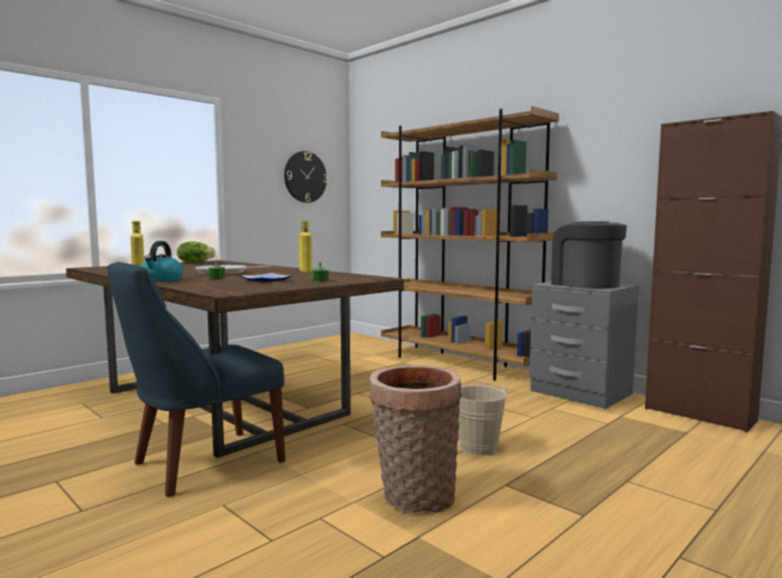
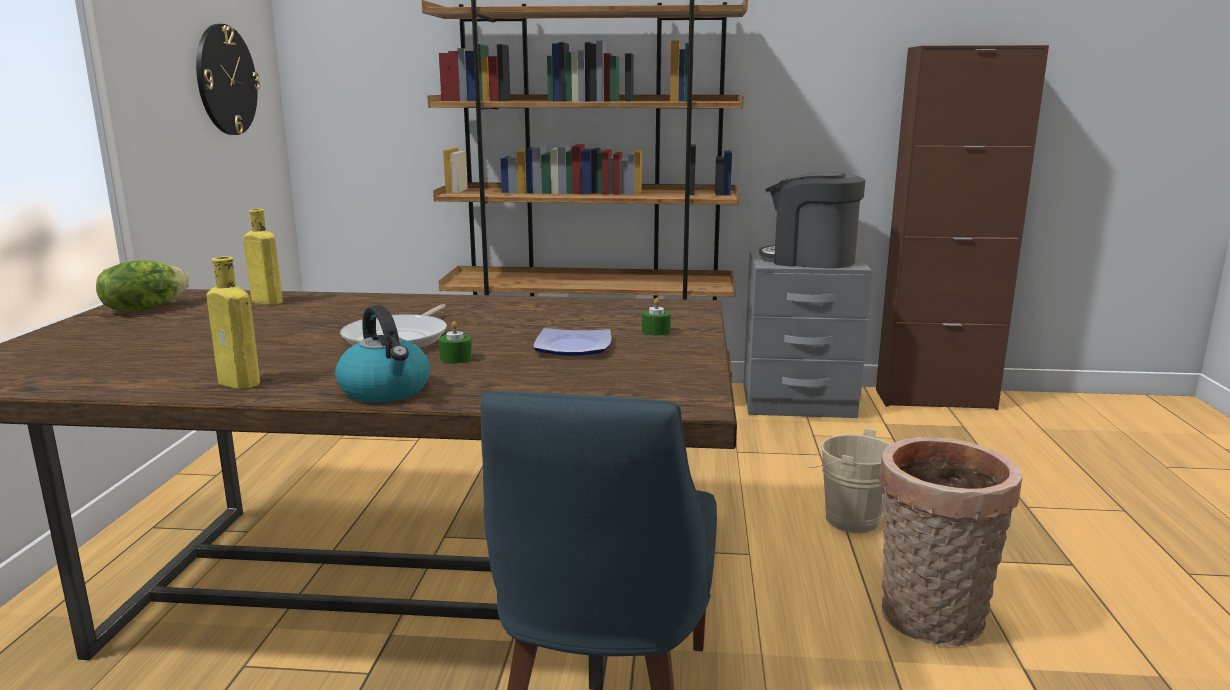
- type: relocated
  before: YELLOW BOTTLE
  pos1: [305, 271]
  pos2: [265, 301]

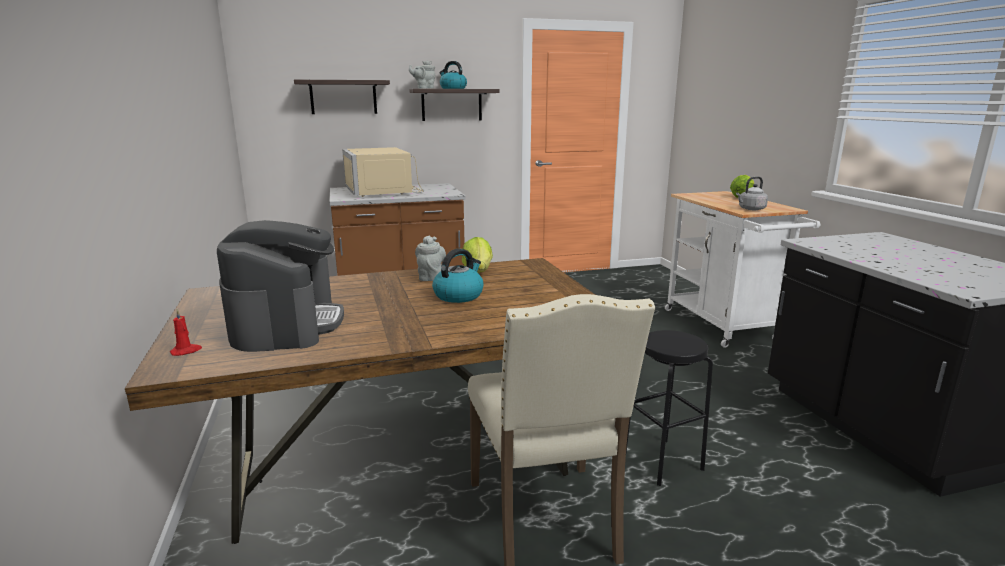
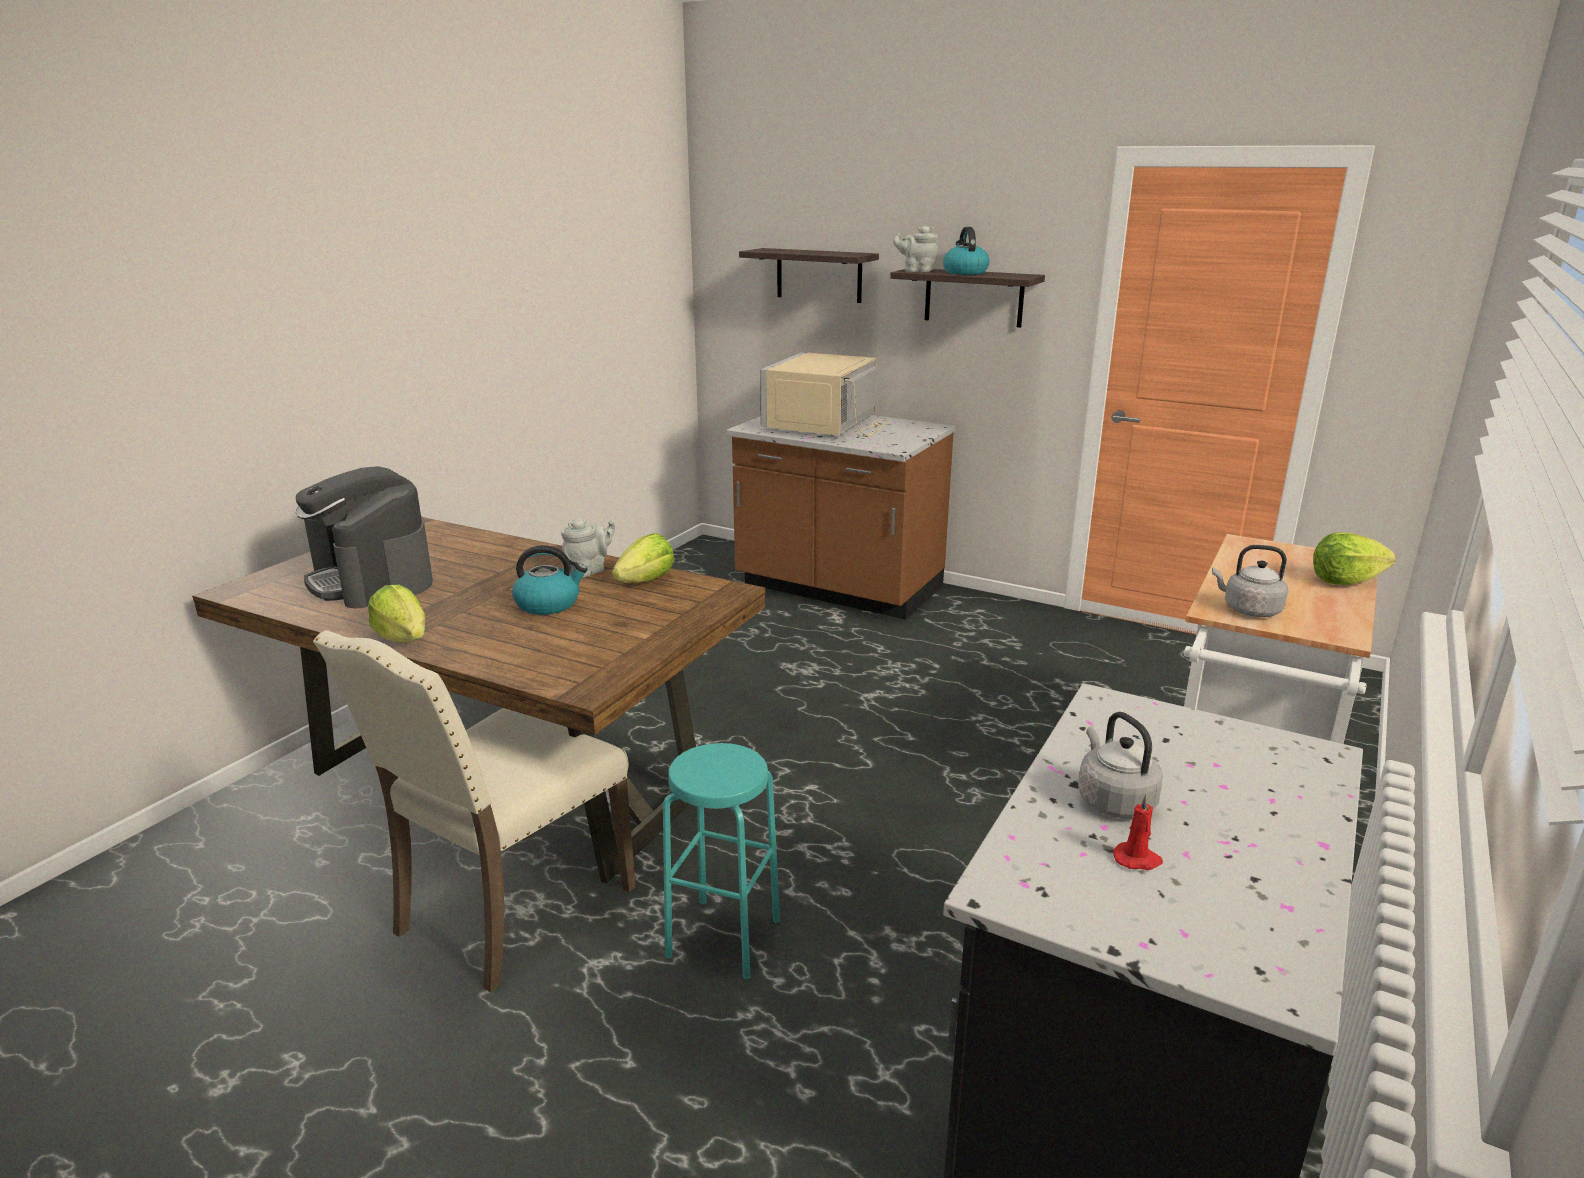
- type: spun
  before: COFFEE MACHINE
  pos1: [286, 324]
  pos2: [372, 580]
  turn: 105
- type: appeared
  after: LETTUCE
  pos2: [403, 638]
- type: colour
  before: BLACK STOOL
  after: TURQUOISE STOOL
  pos1: [662, 461]
  pos2: [723, 938]
- type: appeared
  after: GREY KETTLE
  pos2: [1113, 800]
- type: relocated
  before: RED CANDLE
  pos1: [186, 351]
  pos2: [1137, 859]

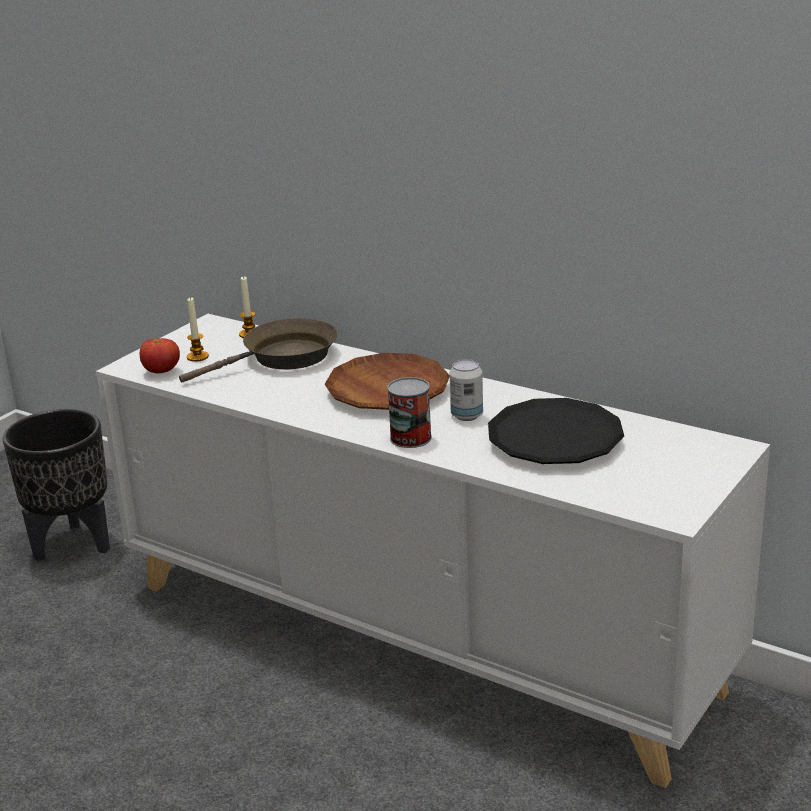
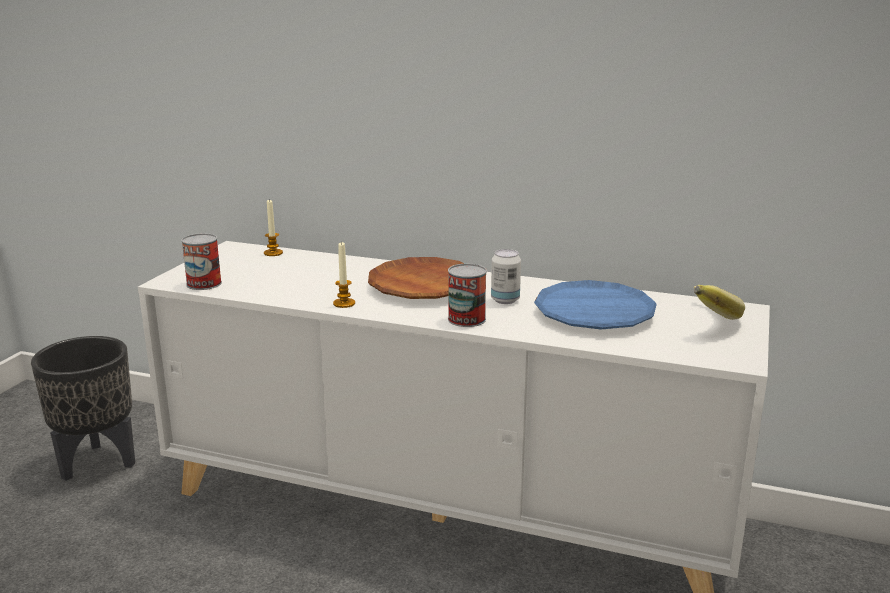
- type: exchanged
  before: TOMATO
  after: CAN
  pos1: [162, 372]
  pos2: [204, 284]
- type: relocated
  before: CANDLE
  pos1: [197, 357]
  pos2: [344, 303]
- type: colour
  before: BLACK PLATE
  after: BLUE PLATE
  pos1: [555, 440]
  pos2: [594, 313]
- type: appeared
  after: BANANA
  pos2: [704, 319]
- type: missing
  before: BROWN FRYING PAN
  pos1: [283, 358]

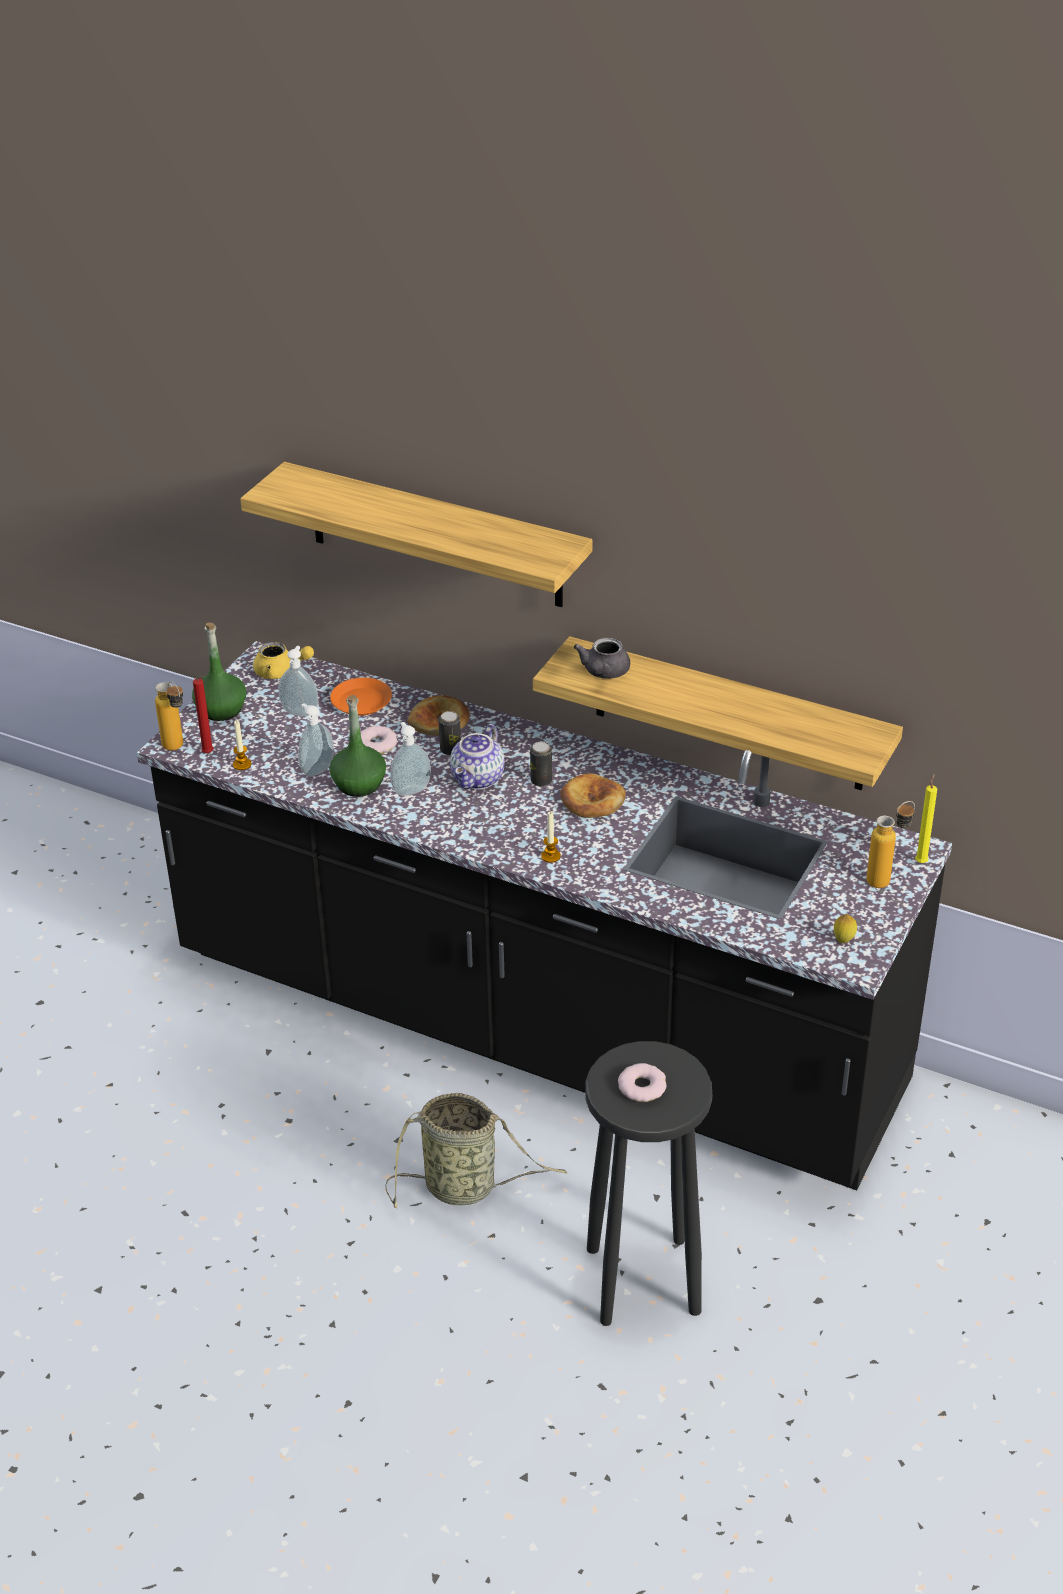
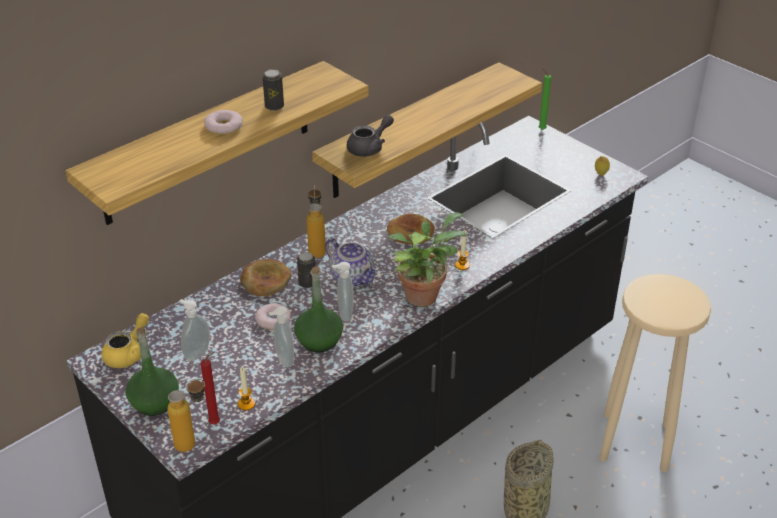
- type: relocated
  before: DONUT
  pos1: [642, 1086]
  pos2: [223, 126]
- type: relocated
  before: CAN
  pos1: [541, 780]
  pos2: [274, 106]
- type: relocated
  before: BOTTLE
  pos1: [886, 879]
  pos2: [317, 249]
- type: spun
  before: GREY TEAPOT
  pos1: [603, 673]
  pos2: [370, 148]
  turn: -75
- type: appeared
  after: POTTED PLANT
  pos2: [423, 294]
- type: colour
  before: YELLOW CANDLE
  after: GREEN CANDLE
  pos1: [921, 861]
  pos2: [541, 129]
- type: colour
  before: BLACK STOOL
  after: BEIGE STOOL
  pos1: [643, 1281]
  pos2: [636, 442]
- type: missing
  before: ORANGE PLATE
  pos1: [361, 702]

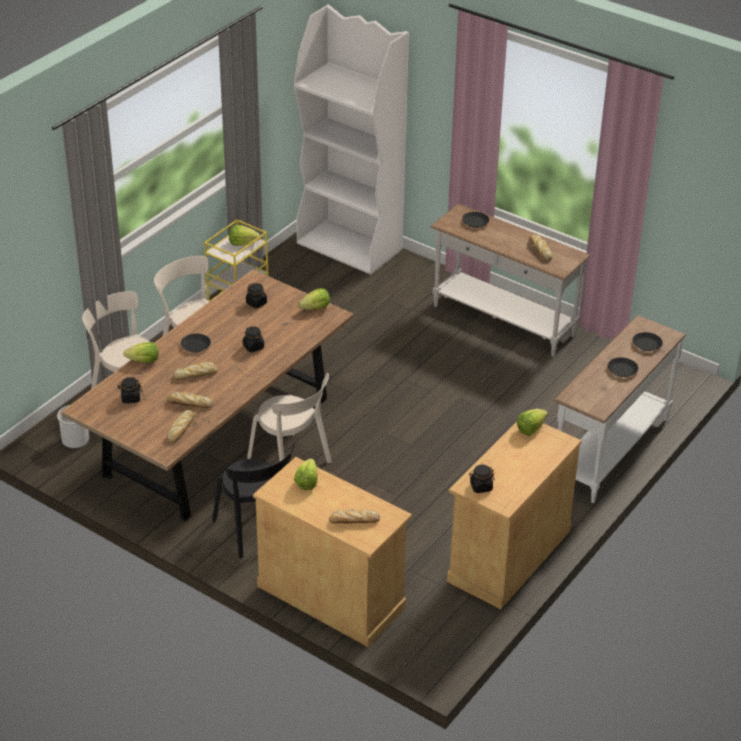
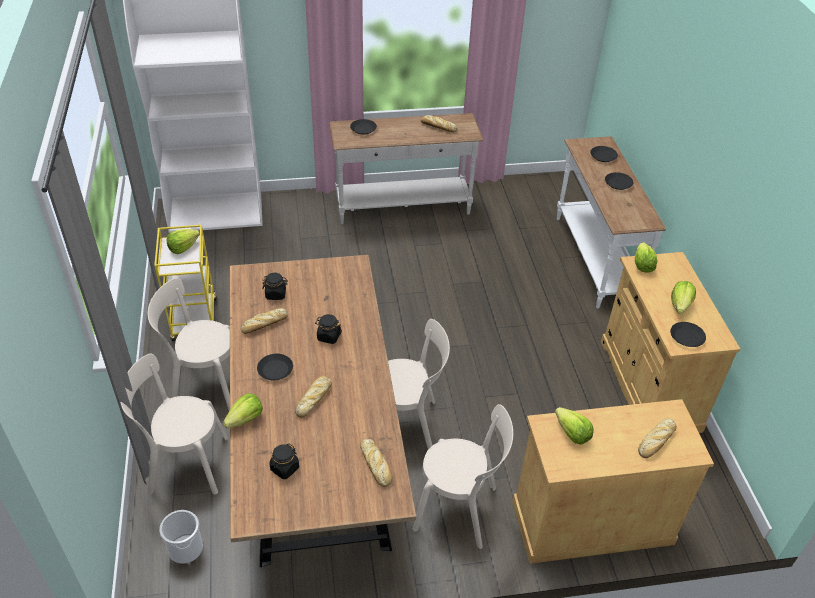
- type: relocated
  before: BREAD
  pos1: [189, 403]
  pos2: [264, 324]
- type: colour
  before: BLACK CHAIR
  after: BEIGE CHAIR
  pos1: [256, 530]
  pos2: [460, 510]
- type: exchanged
  before: BLACK JAR
  after: BLACK PLATE
  pos1: [481, 487]
  pos2: [686, 337]
- type: relocated
  before: LETTUCE
  pos1: [315, 308]
  pos2: [680, 305]

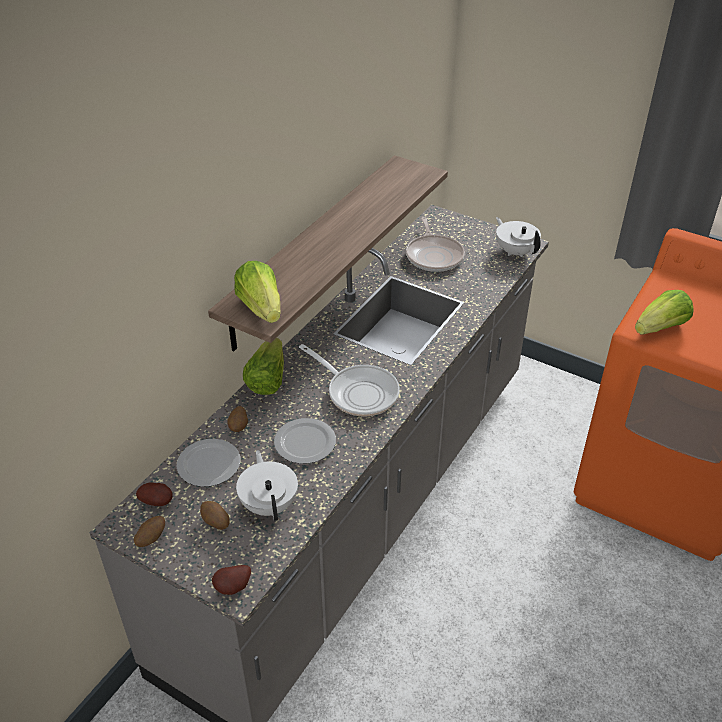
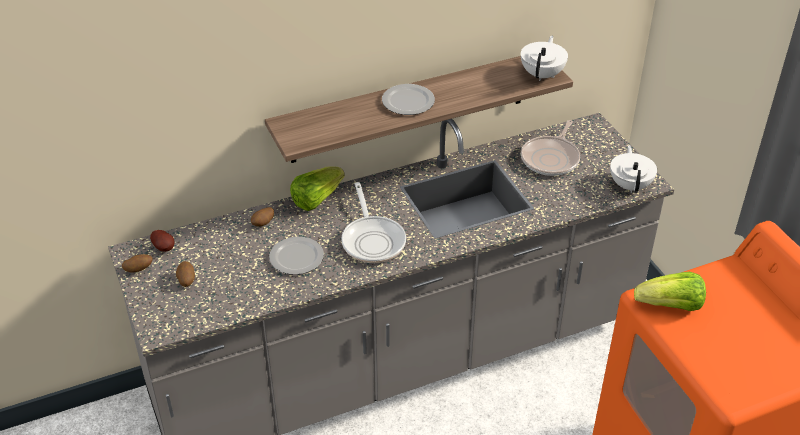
- type: relocated
  before: PLATE
  pos1: [209, 465]
  pos2: [408, 102]
- type: relocated
  before: WHITE TEAPOT
  pos1: [269, 504]
  pos2: [542, 74]
- type: missing
  before: POTATO
  pos1: [234, 588]
- type: missing
  before: LETTUCE
  pos1: [261, 308]

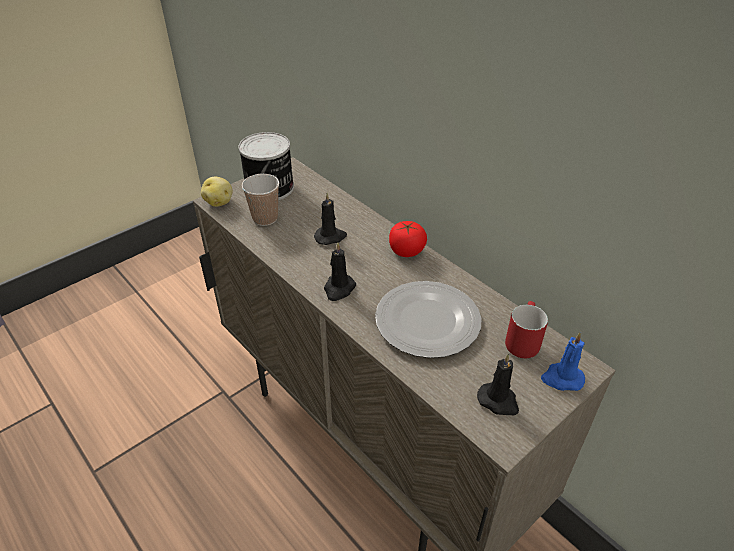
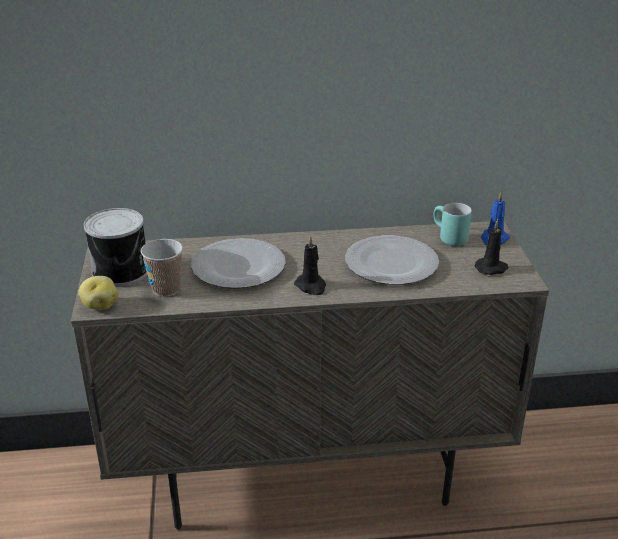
- type: exchanged
  before: BLACK CANDLE
  after: PLATE
  pos1: [330, 237]
  pos2: [240, 267]
- type: colour
  before: RED MUG
  after: TURQUOISE MUG
  pos1: [520, 340]
  pos2: [447, 238]
- type: missing
  before: TOMATO
  pos1: [406, 251]

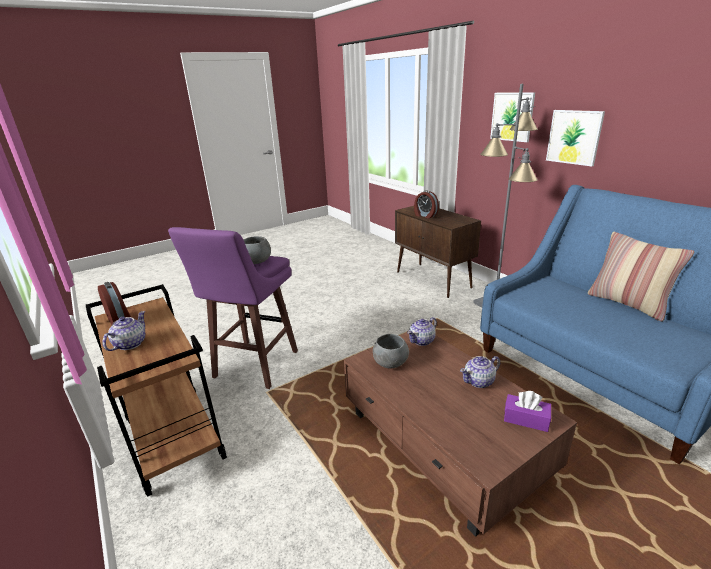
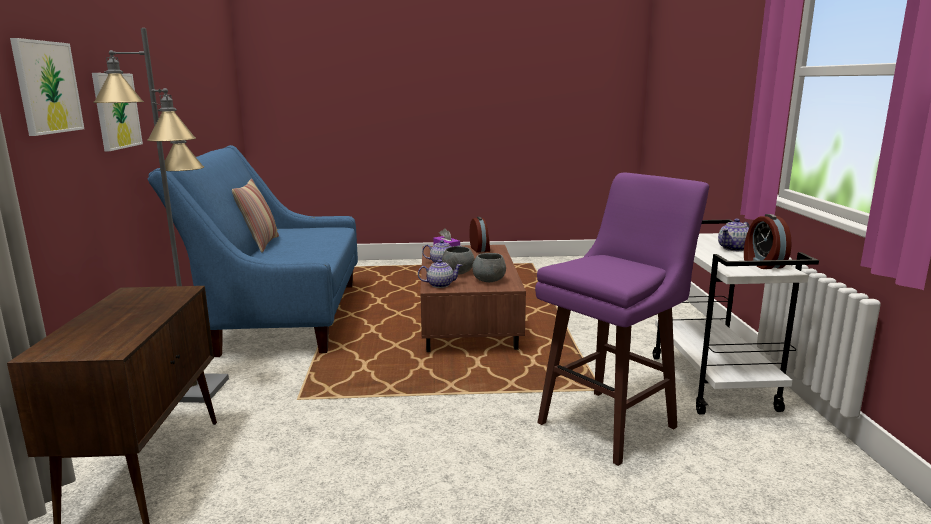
- type: relocated
  before: GREY BOWL
  pos1: [257, 261]
  pos2: [457, 273]
- type: relocated
  before: ALARM CLOCK
  pos1: [425, 215]
  pos2: [480, 249]
- type: colour
  before: BROWN CART
  after: WHITE CART
  pos1: [173, 438]
  pos2: [713, 383]

